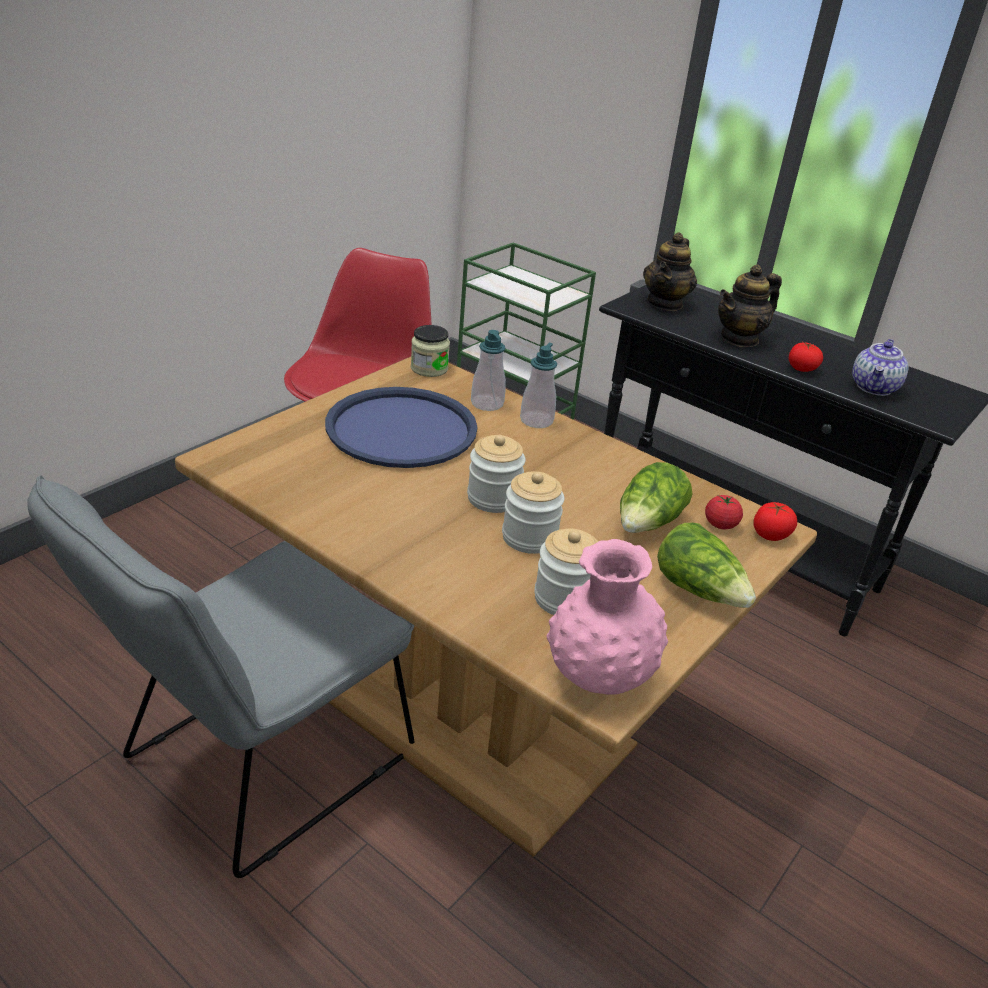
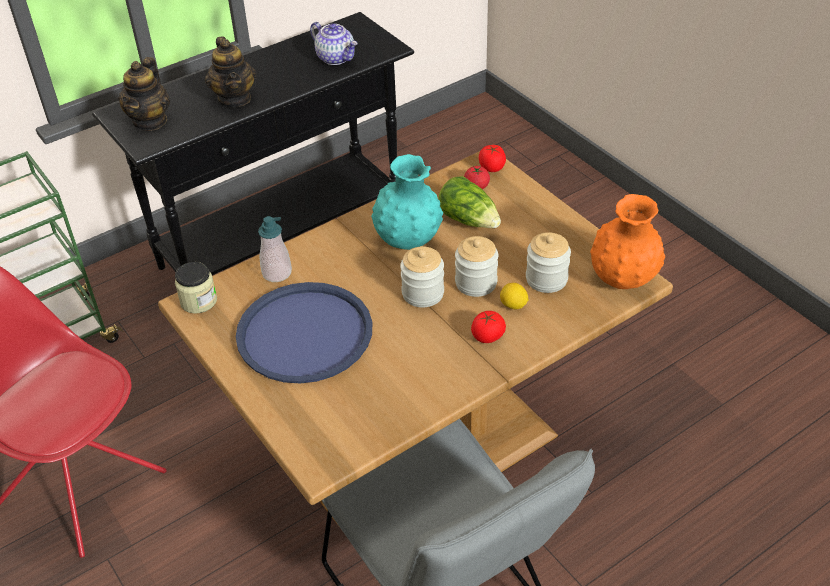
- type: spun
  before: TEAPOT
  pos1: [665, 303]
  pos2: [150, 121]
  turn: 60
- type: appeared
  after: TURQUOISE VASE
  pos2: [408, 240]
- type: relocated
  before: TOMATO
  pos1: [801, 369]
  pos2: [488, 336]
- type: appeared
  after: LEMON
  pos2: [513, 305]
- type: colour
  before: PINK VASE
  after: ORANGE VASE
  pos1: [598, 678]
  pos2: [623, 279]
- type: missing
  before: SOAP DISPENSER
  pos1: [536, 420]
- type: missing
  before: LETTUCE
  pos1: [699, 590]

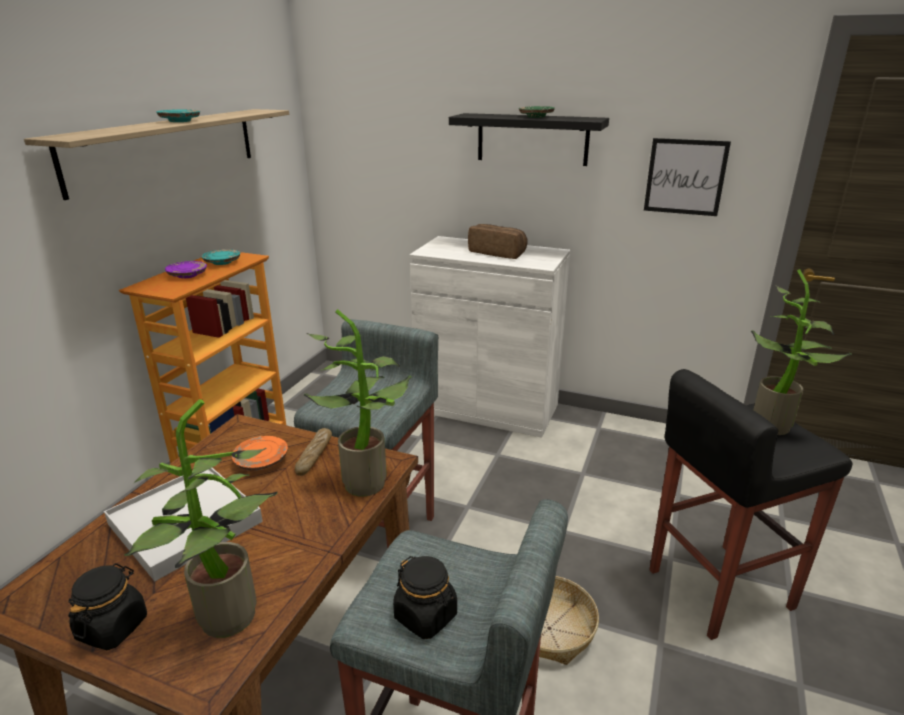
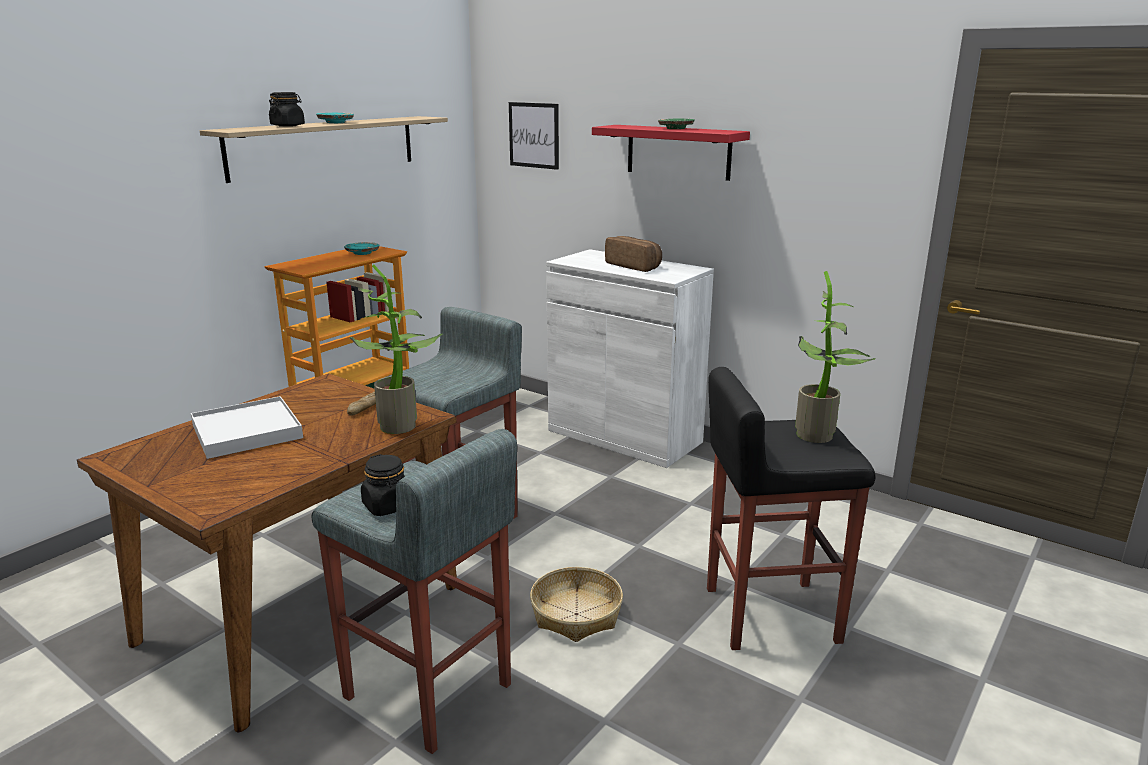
- type: relocated
  before: BLACK JAR
  pos1: [113, 627]
  pos2: [288, 126]
- type: relocated
  before: PICTURE
  pos1: [685, 177]
  pos2: [534, 135]
- type: colour
  before: BLACK SHELF
  after: RED SHELF
  pos1: [532, 139]
  pos2: [678, 152]
- type: missing
  before: POTTED PLANT
  pos1: [224, 623]
- type: missing
  before: PURPLE PLATE
  pos1: [187, 275]
- type: missing
  before: ORANGE PLATE
  pos1: [261, 461]

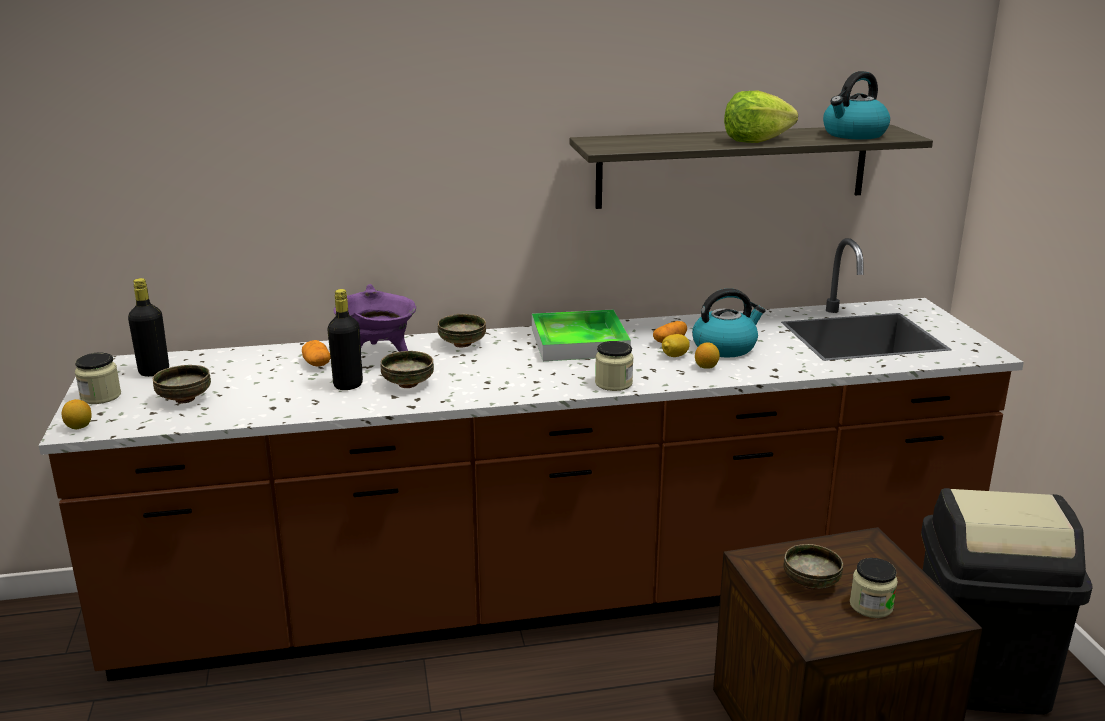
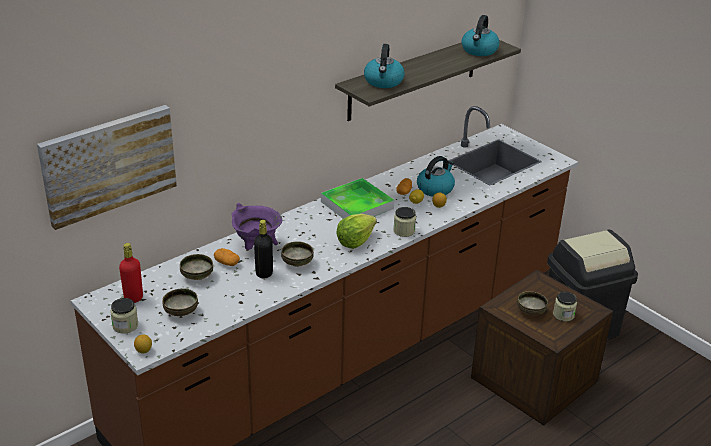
- type: appeared
  after: PICTURE
  pos2: [108, 164]
- type: colour
  before: BLACK BOTTLE
  after: RED BOTTLE
  pos1: [154, 372]
  pos2: [133, 298]
- type: relocated
  before: BOWL
  pos1: [462, 344]
  pos2: [196, 276]
- type: relocated
  before: LETTUCE
  pos1: [755, 140]
  pos2: [355, 241]
- type: appeared
  after: KETTLE
  pos2: [383, 82]

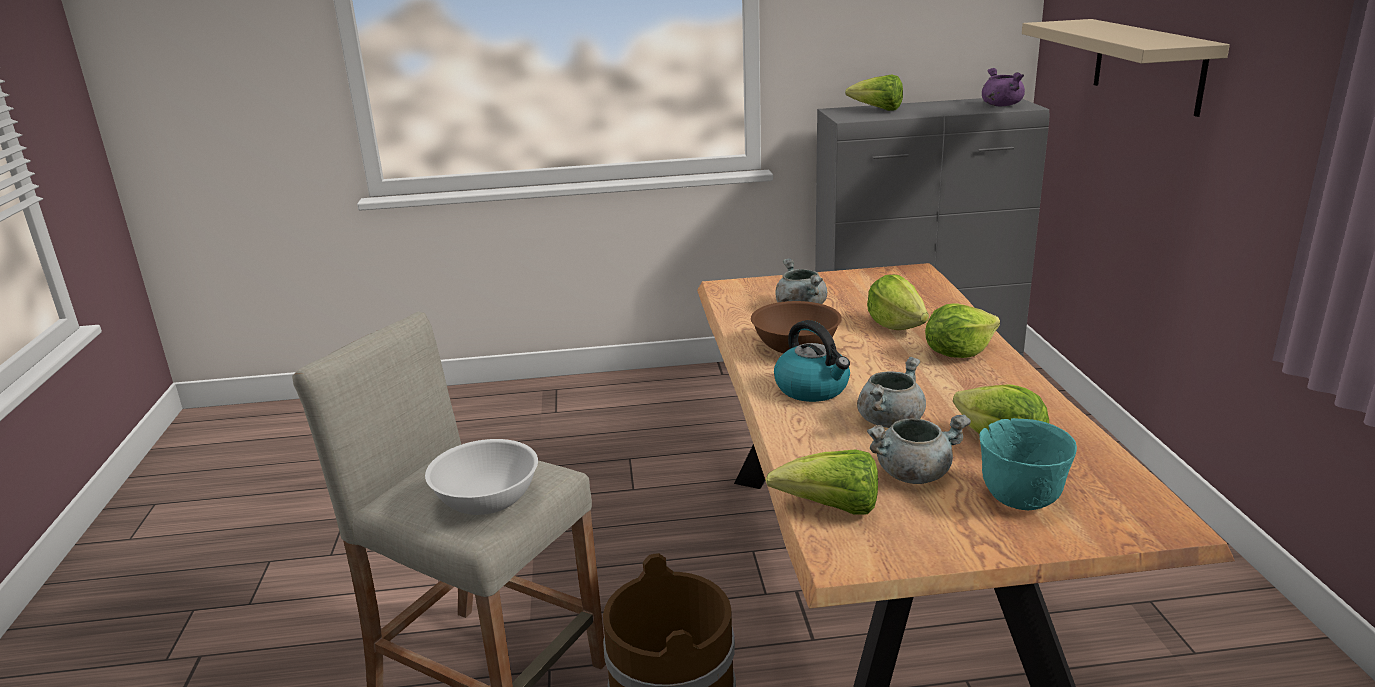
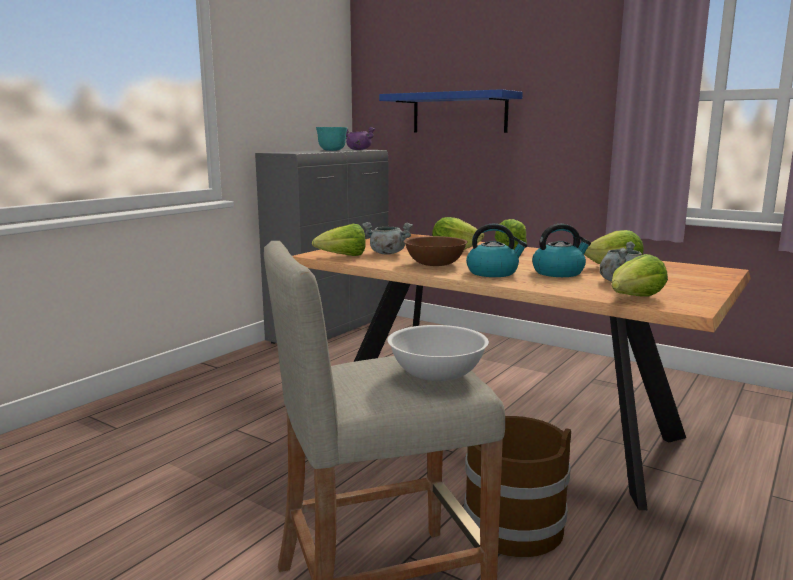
- type: relocated
  before: LETTUCE
  pos1: [877, 110]
  pos2: [343, 256]
- type: relocated
  before: TURQUOISE BOWL
  pos1: [1019, 497]
  pos2: [331, 150]
- type: colour
  before: BEIGE SHELF
  after: BLUE SHELF
  pos1: [1147, 65]
  pos2: [459, 113]
- type: exchanged
  before: GREY COOKING POT
  after: KETTLE
  pos1: [890, 421]
  pos2: [559, 272]

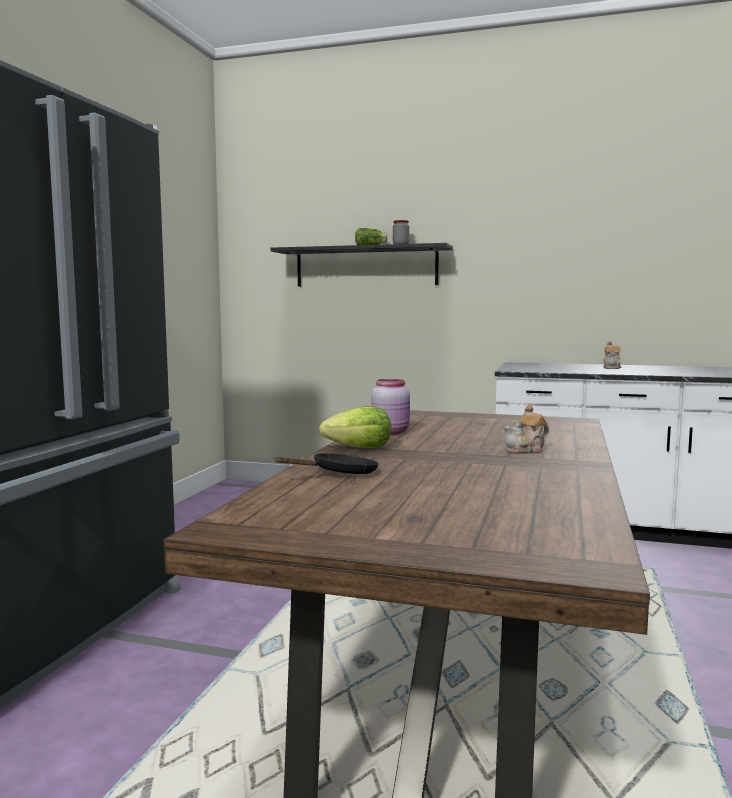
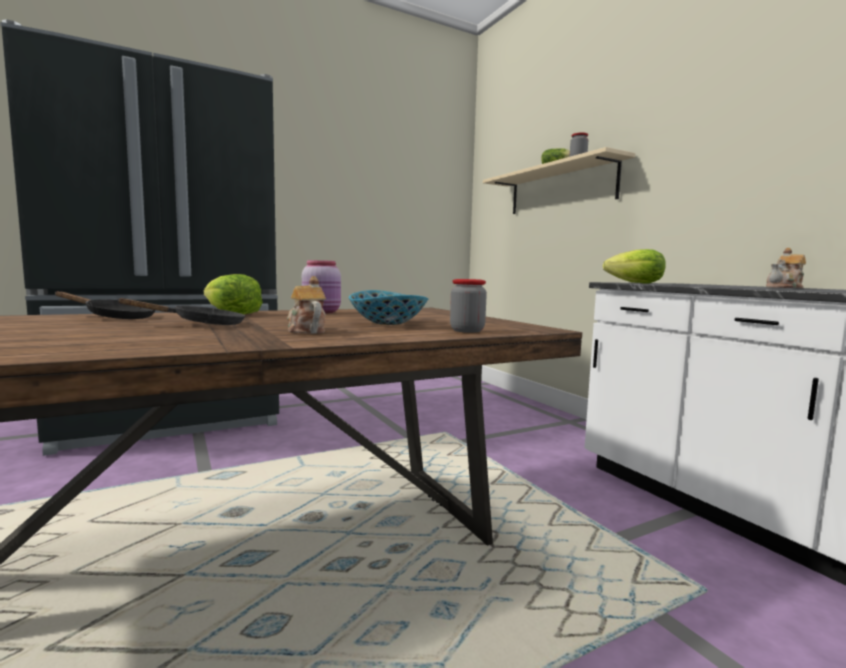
- type: appeared
  after: BLACK FRYING PAN
  pos2: [202, 324]
- type: spun
  before: TEAPOT
  pos1: [526, 450]
  pos2: [305, 331]
  turn: 45
- type: appeared
  after: BOWL
  pos2: [387, 323]
- type: appeared
  after: JAR
  pos2: [467, 330]
- type: colour
  before: BLACK SHELF
  after: BEIGE SHELF
  pos1: [366, 267]
  pos2: [560, 189]
- type: appeared
  after: LETTUCE
  pos2: [635, 283]

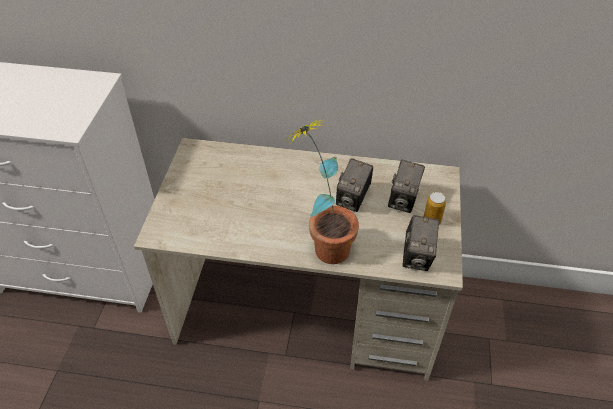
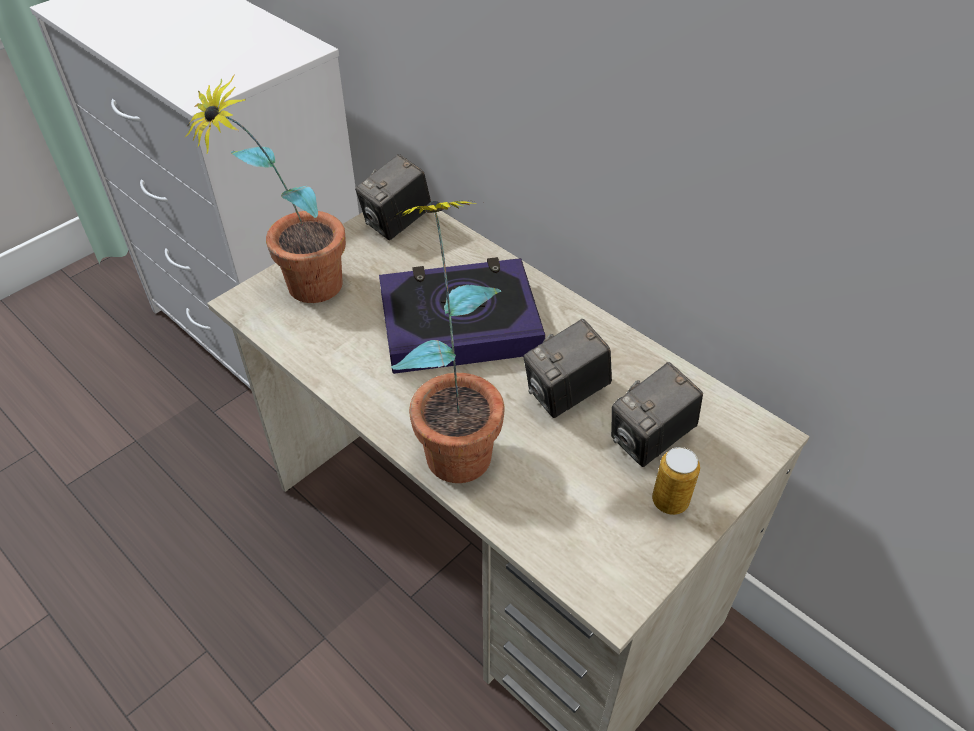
- type: appeared
  after: POTTED PLANT
  pos2: [299, 291]
- type: relocated
  before: PHOTO CAMERA
  pos1: [417, 257]
  pos2: [397, 223]
- type: appeared
  after: BOOK
  pos2: [459, 323]

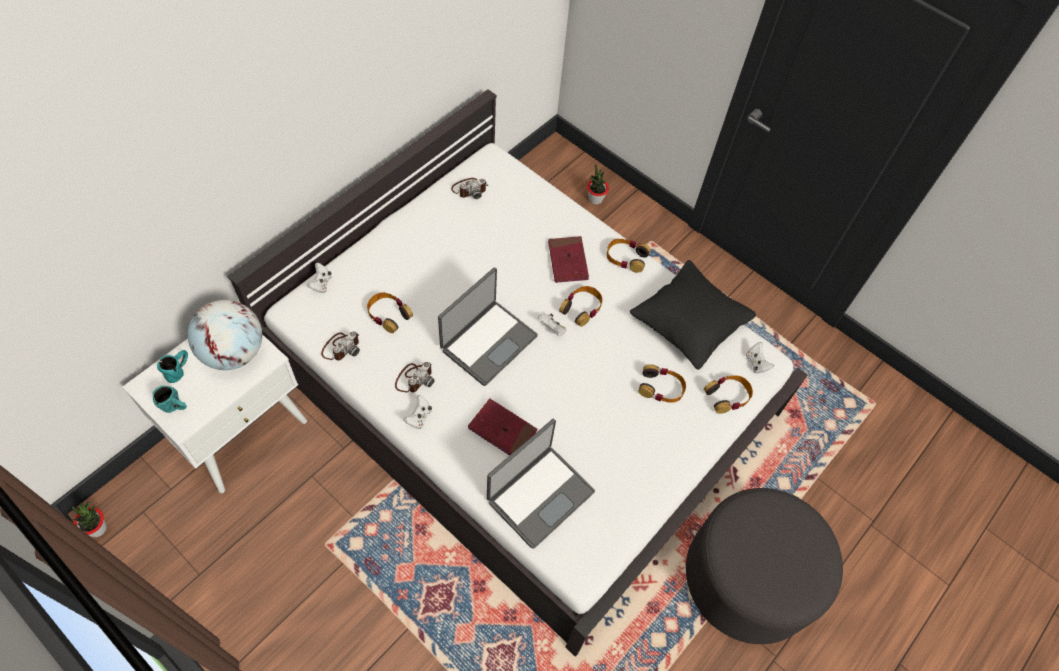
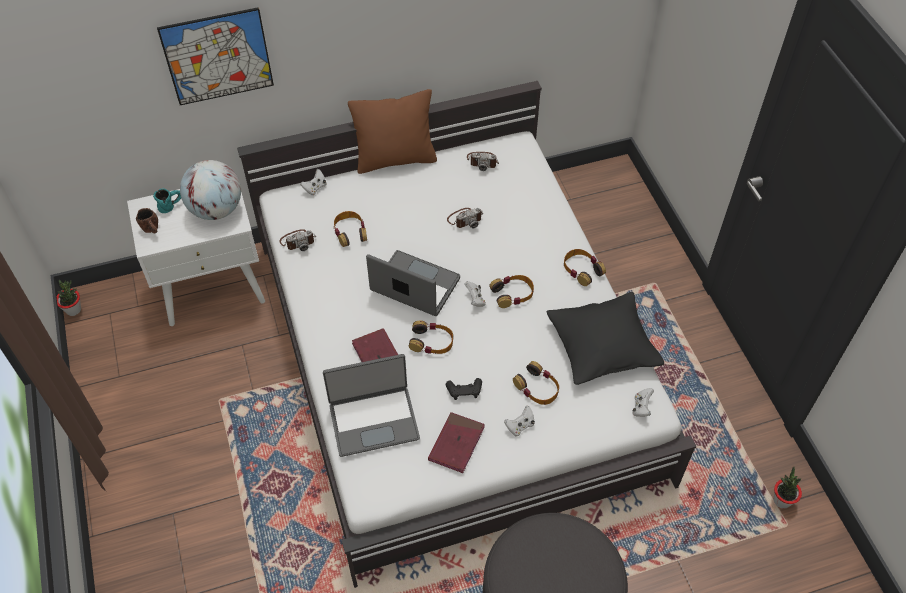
- type: colour
  before: TURQUOISE MUG
  after: BROWN MUG
  pos1: [176, 406]
  pos2: [152, 230]
- type: appeared
  after: PICTURE
  pos2: [217, 57]
- type: appeared
  after: BROWN PILLOW
  pos2: [395, 159]
- type: spun
  before: LAPTOP
  pos1: [488, 342]
  pos2: [414, 286]
  turn: -135
- type: relocated
  before: HEADPHONES
  pos1: [728, 396]
  pos2: [432, 342]
- type: relocated
  before: RED BOOK
  pos1: [567, 261]
  pos2: [456, 444]
- type: appeared
  after: BLACK GAME CONTROLLER
  pos2: [464, 391]
- type: relocated
  before: PHOTO CAMERA
  pos1: [414, 378]
  pos2: [465, 219]
- type: relocated
  before: WHITE GAME CONTROLLER
  pos1: [419, 417]
  pos2: [520, 426]
- type: relocated
  before: POTTED PLANT
  pos1: [595, 199]
  pos2: [781, 500]

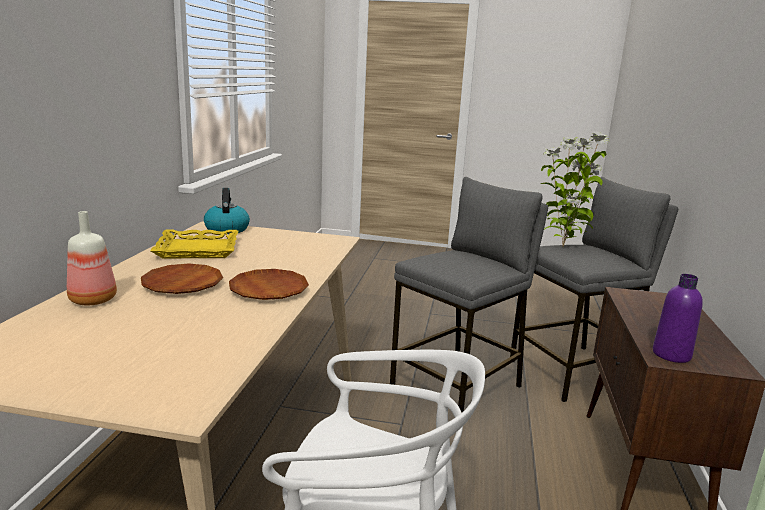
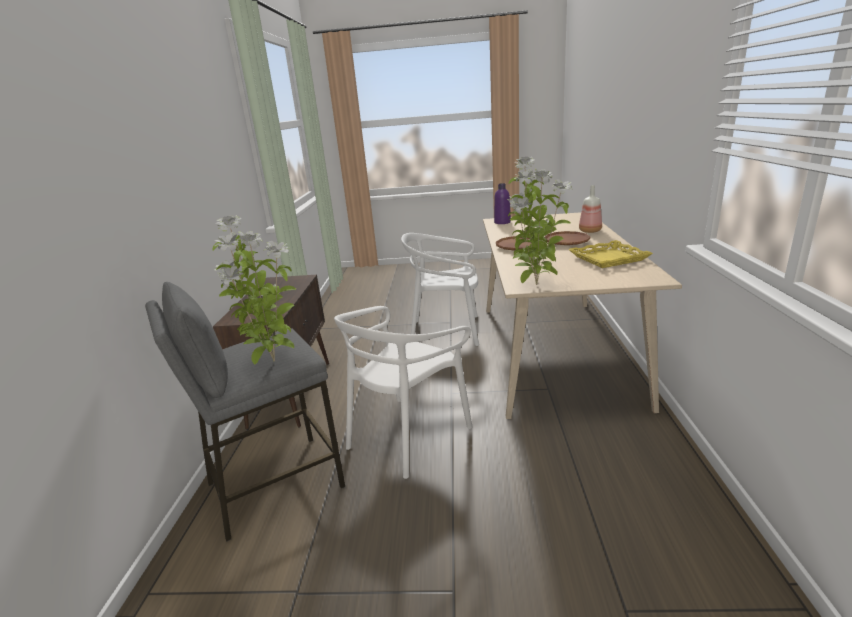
- type: exchanged
  before: GREY STOOL
  after: WHITE CHAIR
  pos1: [458, 387]
  pos2: [407, 435]
- type: relocated
  before: PURPLE BOTTLE
  pos1: [671, 355]
  pos2: [502, 222]
- type: appeared
  after: POTTED PLANT
  pos2: [535, 285]
- type: missing
  before: KETTLE
  pos1: [226, 229]

